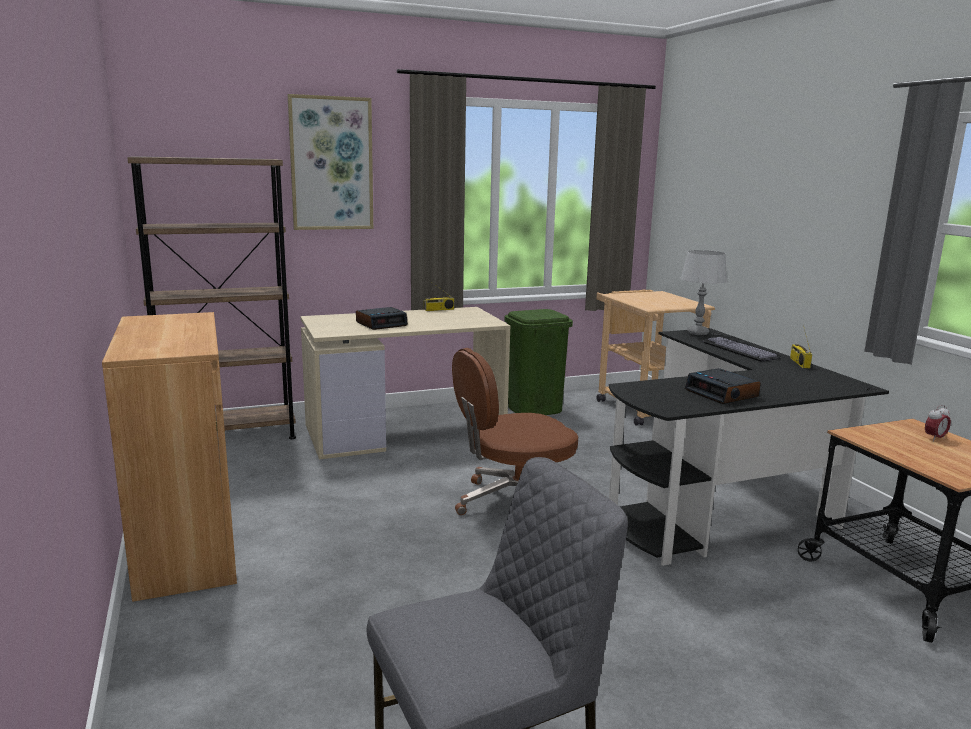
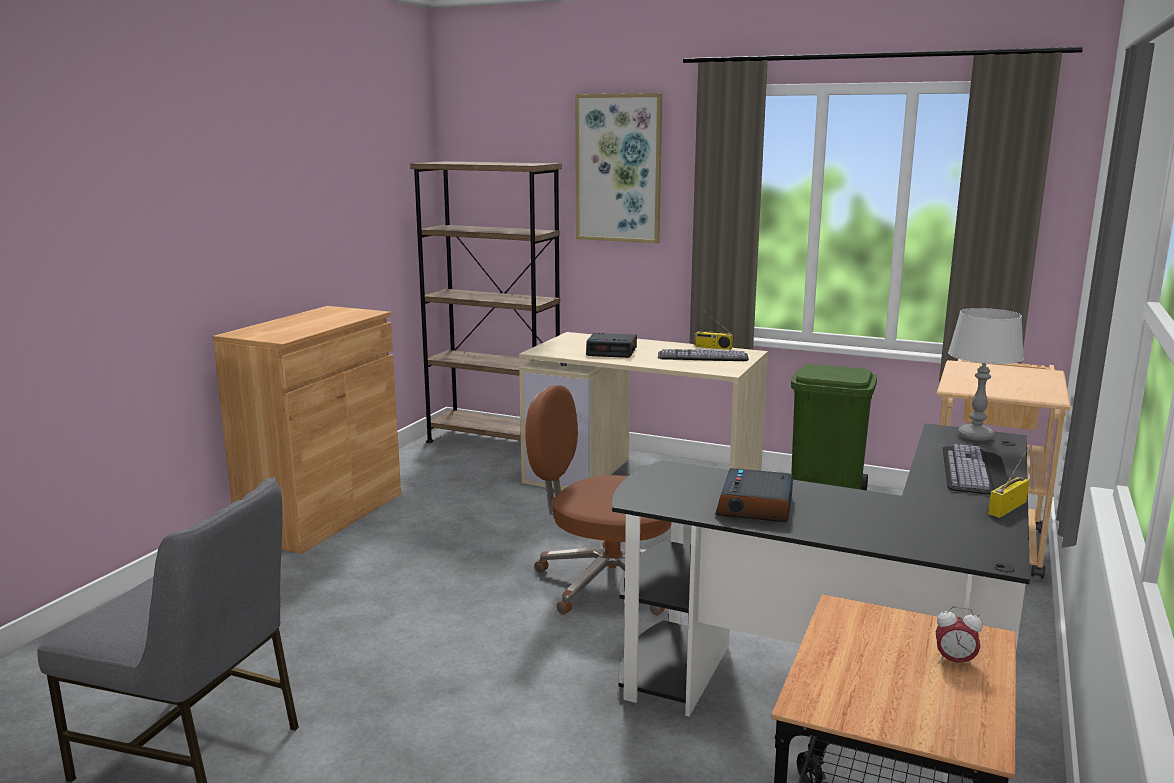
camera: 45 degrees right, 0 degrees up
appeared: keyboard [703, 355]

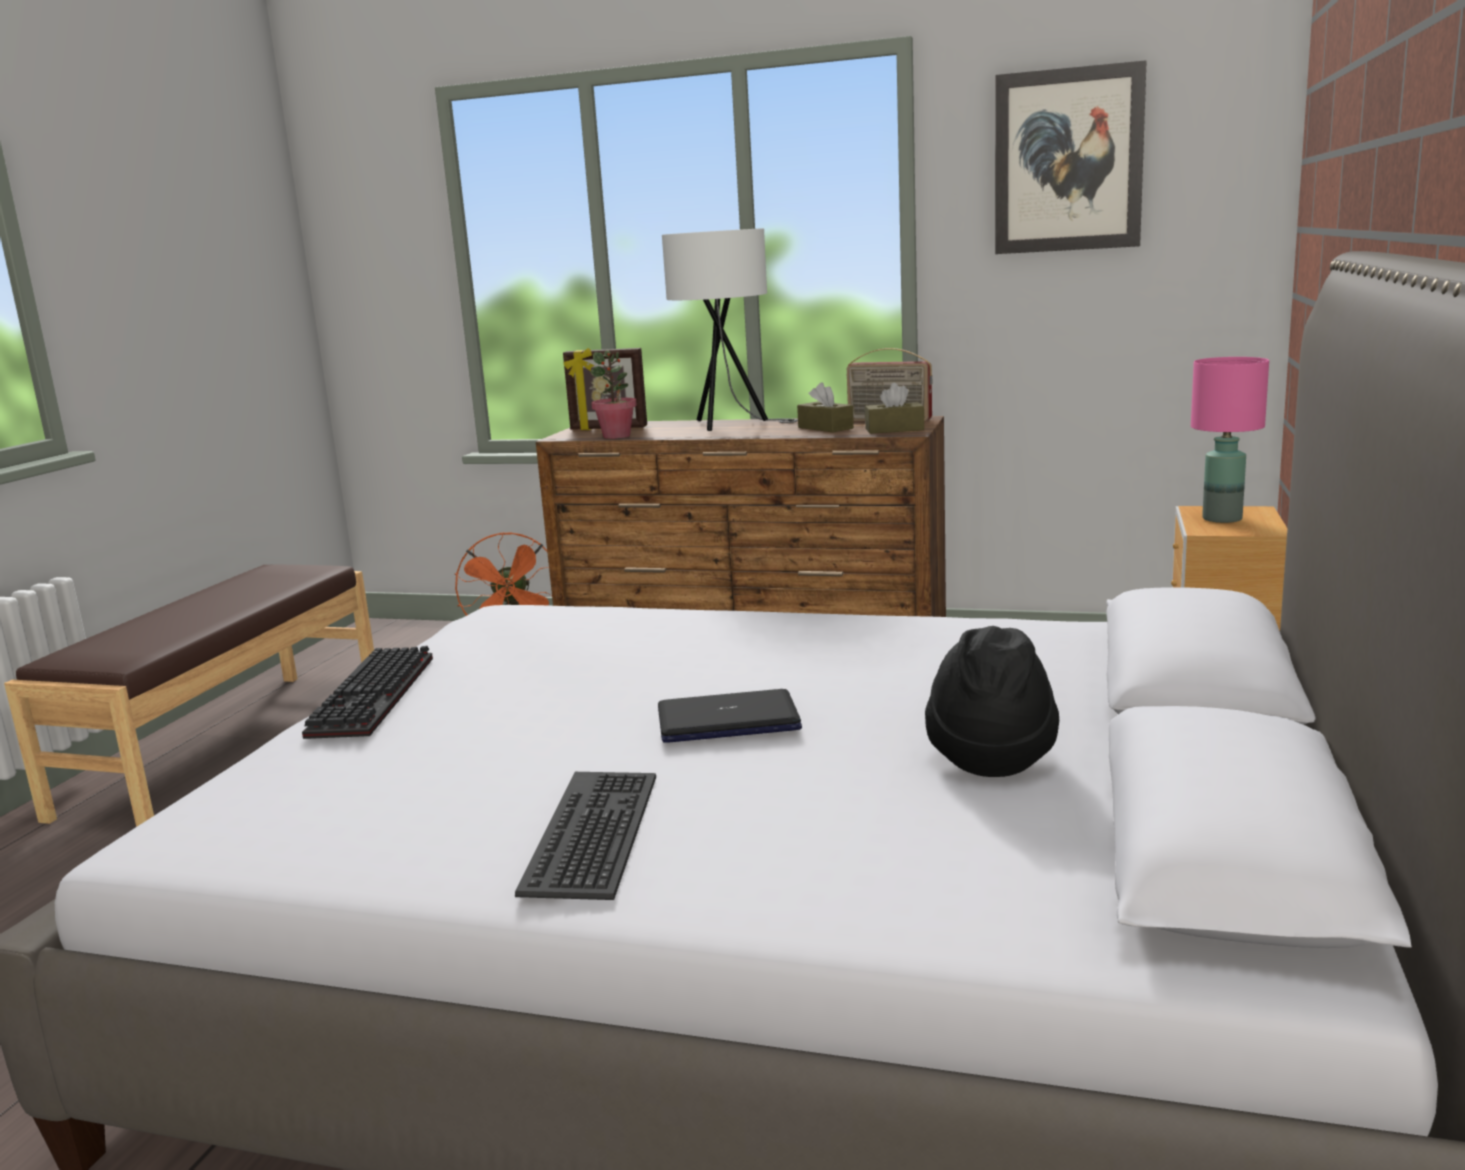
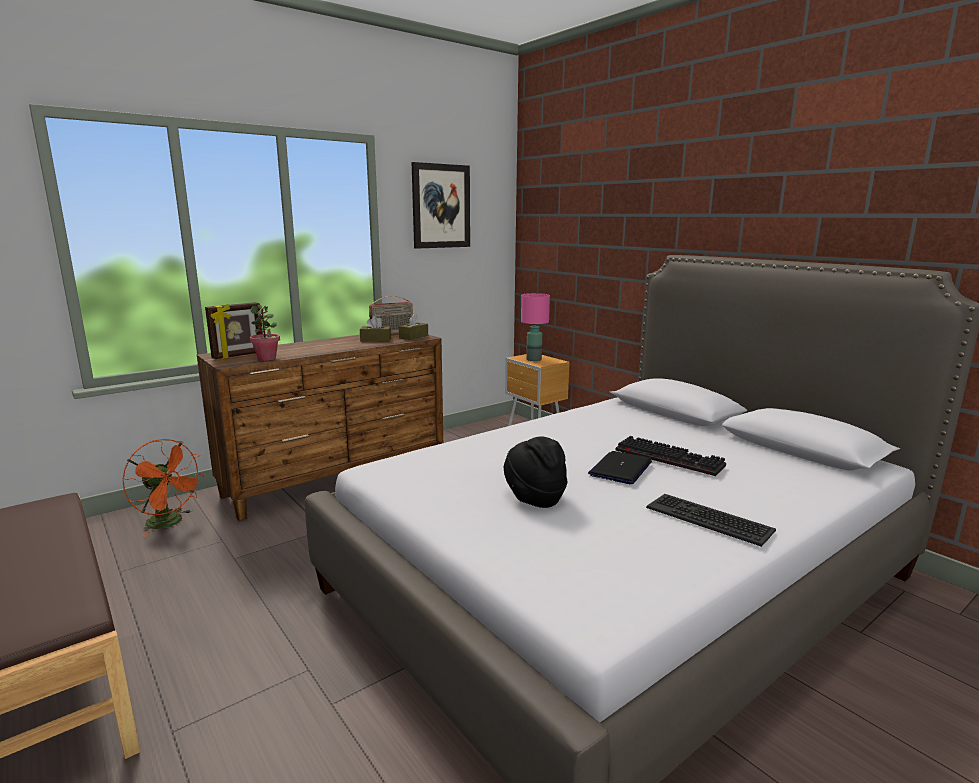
camera: 55 degrees left, 0 degrees up
missing: table lamp (white) [730, 329]
relocated: keyboard [367, 692] to [670, 456]; hat (black) [992, 701] to [535, 472]

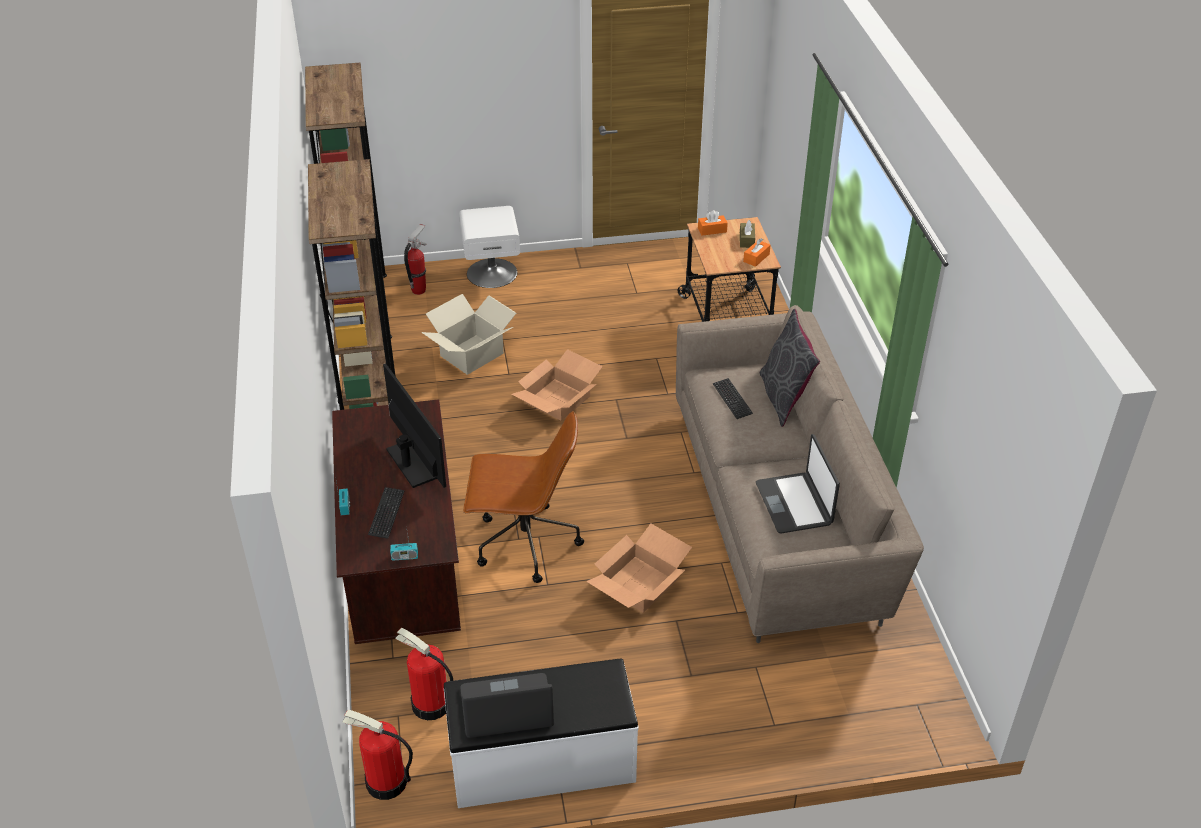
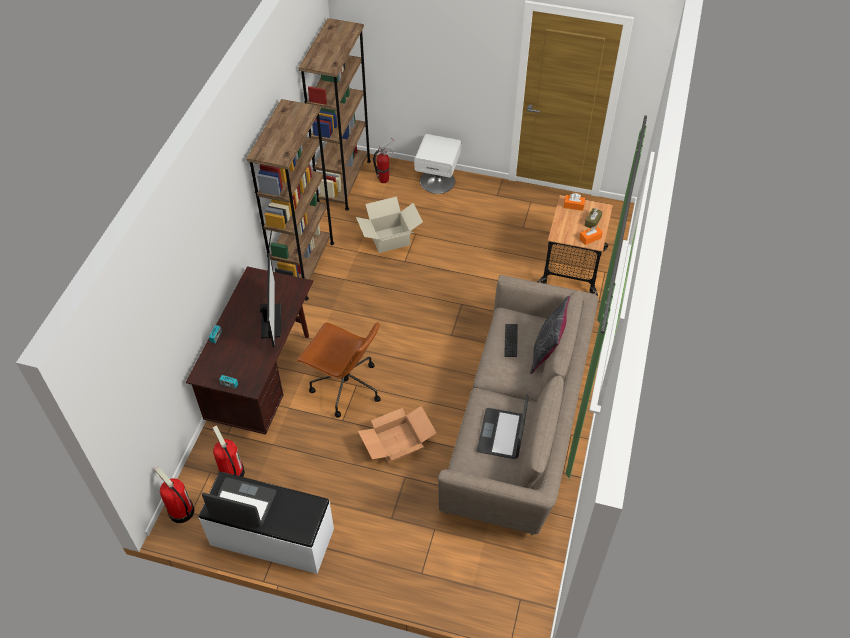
camera: 25 degrees right, 10 degrees up
missing: keyboard [386, 512]; cardboard box [557, 385]

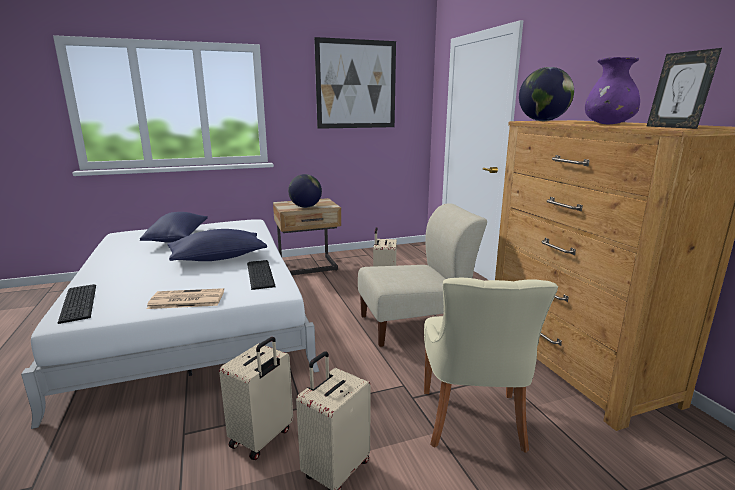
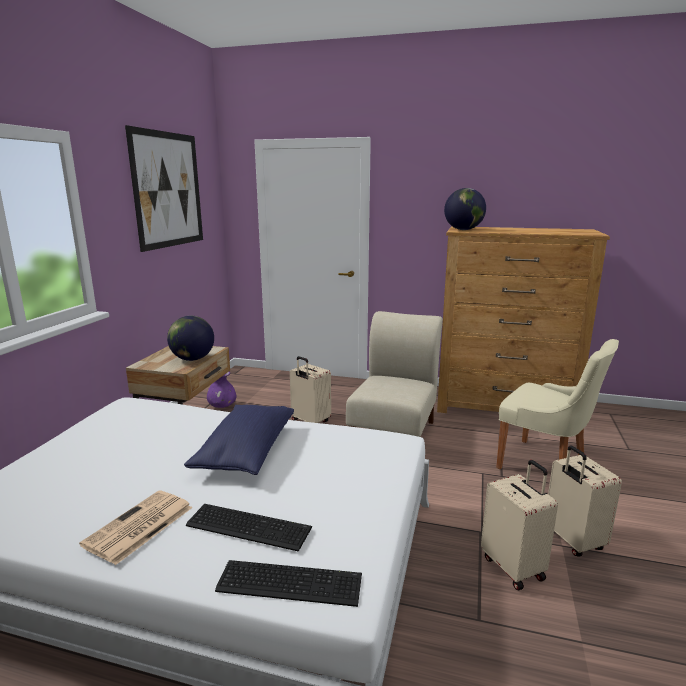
camera: 55 degrees left, 0 degrees up
missing: pillow (blue) [174, 227]; picture frame [684, 88]
relocated: newspaper [185, 298] to [136, 528]; keyboard [261, 275] to [249, 528]; vase (purple) [612, 90] to [221, 390]

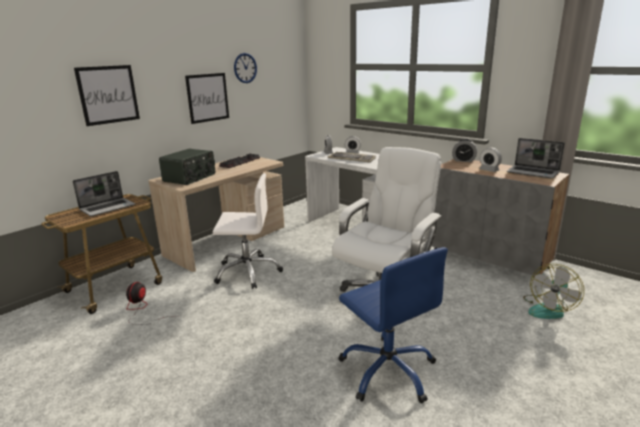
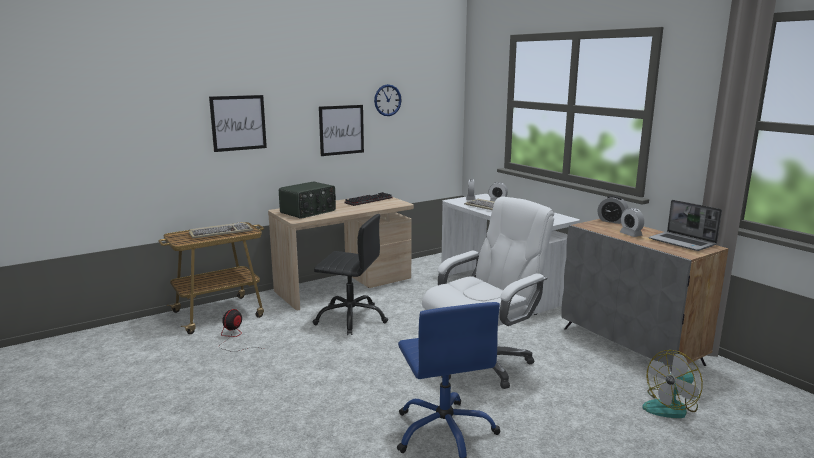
camera: 15 degrees right, 5 degrees down
exchanged: laptop [104, 193] to keyboard [221, 230]
colour: office chair (white) [248, 231] to office chair (black) [350, 274]

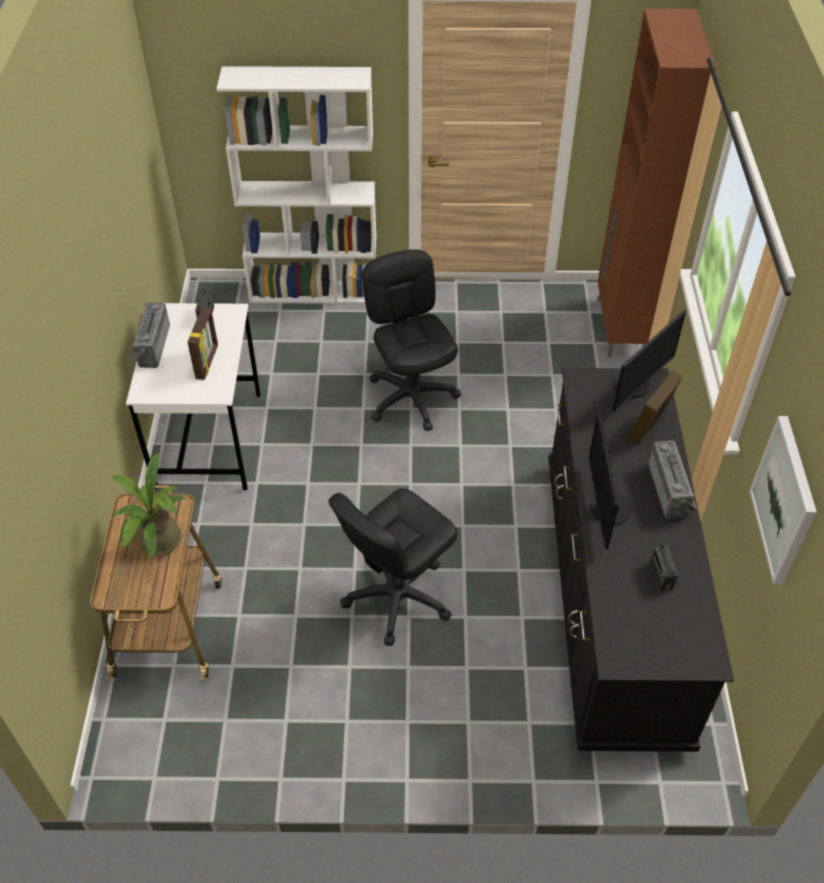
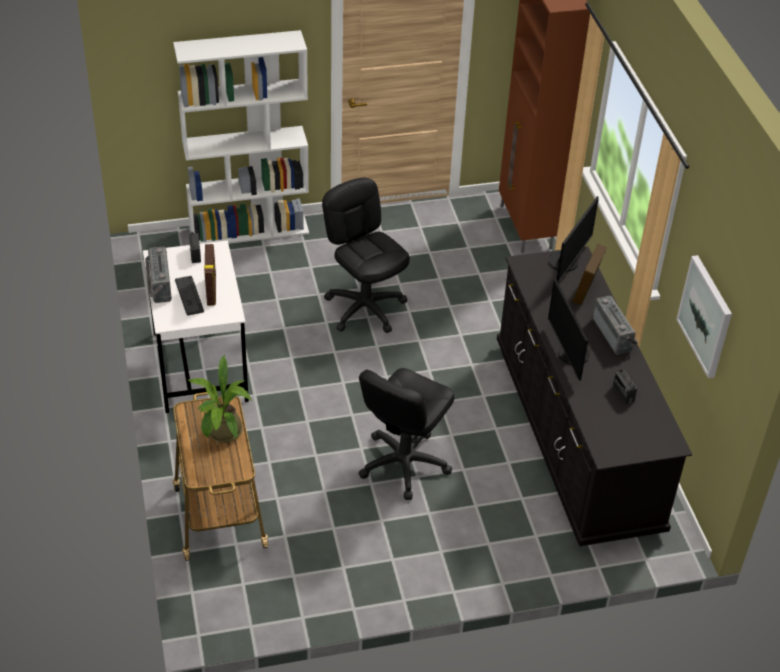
camera: 15 degrees left, 5 degrees down
appeared: keyboard [189, 296]

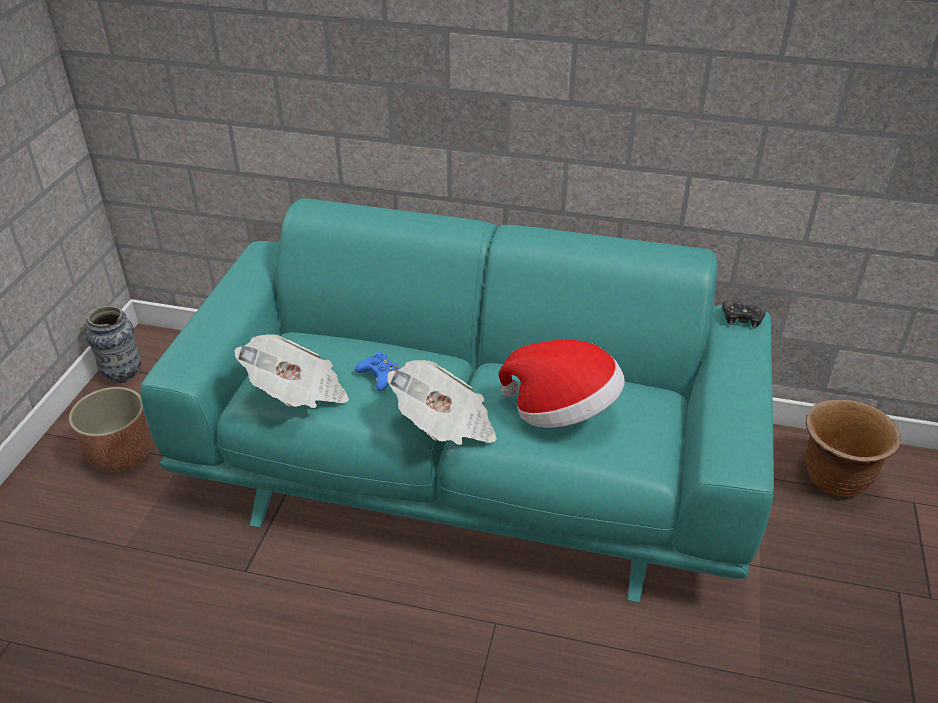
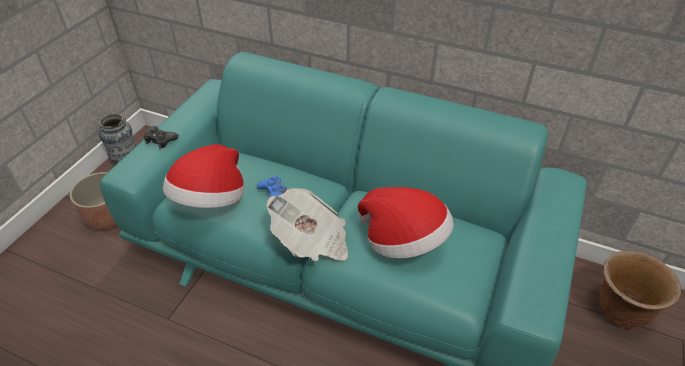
camera: 10 degrees right, 5 degrees up
relocated: game controller (black) [744, 315] to [161, 137]
exchanged: newspaper [291, 371] to hat [203, 176]

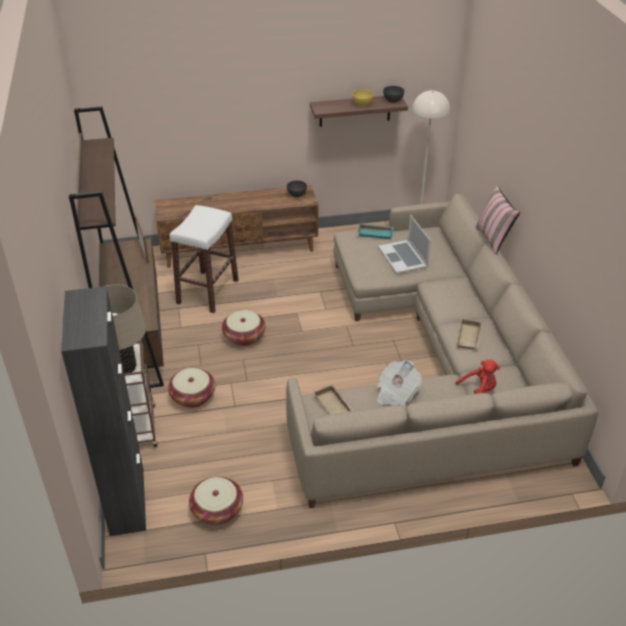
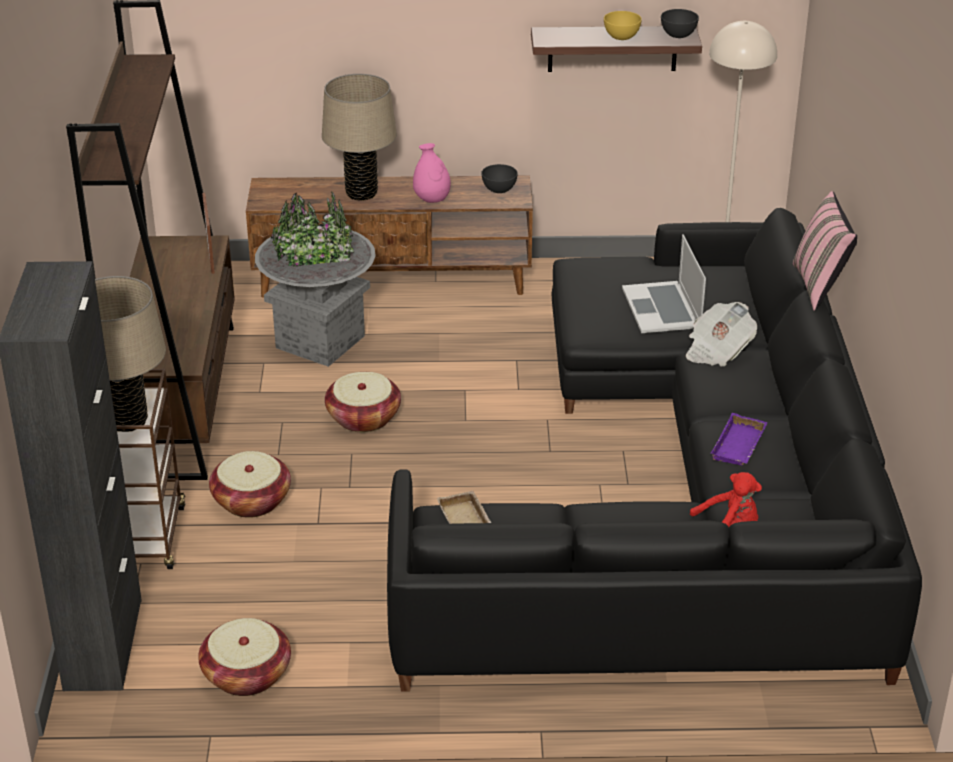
camera: 10 degrees right, 5 degrees down
missing: tray (turquoise) [375, 231]
appeared: table lamp (beige) [359, 137]; vase (pink) [432, 173]
relocated: newspaper [399, 383] to [721, 334]
exchanged: stool (white) [204, 259] to planter (grey) [315, 279]
colour: sofa (beige) [442, 351] to sofa (black) [654, 450]; tray (beige) [469, 334] to tray (purple) [739, 439]

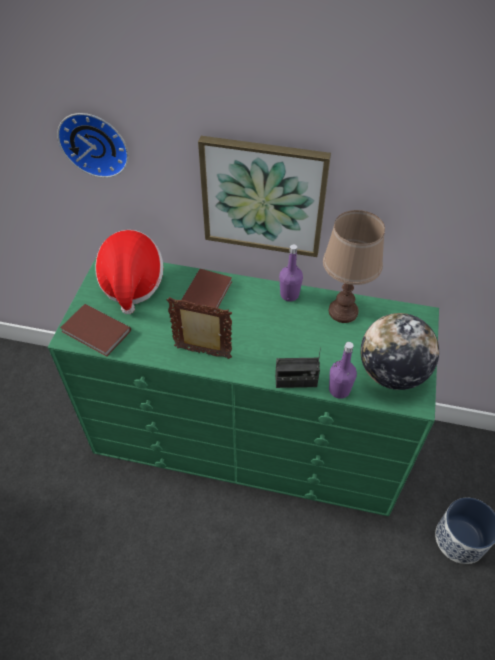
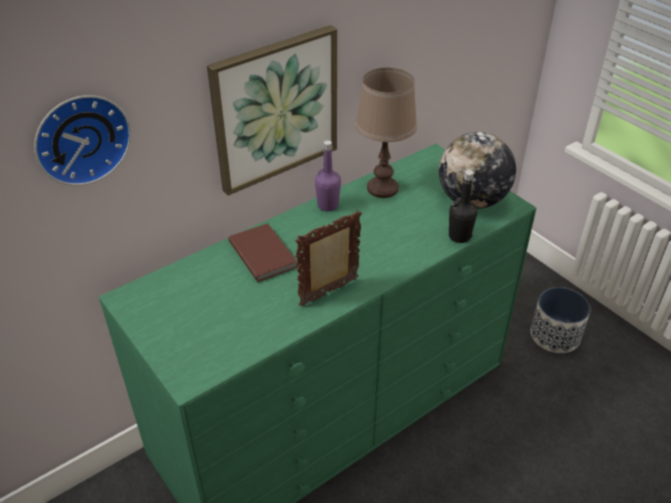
camera: 50 degrees left, 10 degrees down
missing: book (brown) [95, 330]; hat [129, 272]; radio [298, 368]
colour: bottle (purple) [343, 370] to bottle (black) [463, 206]

